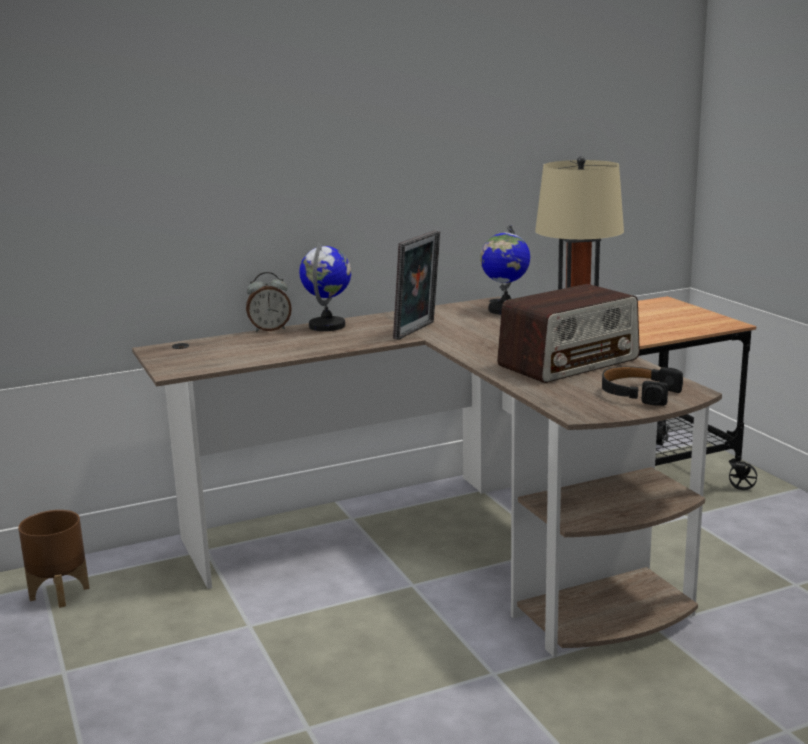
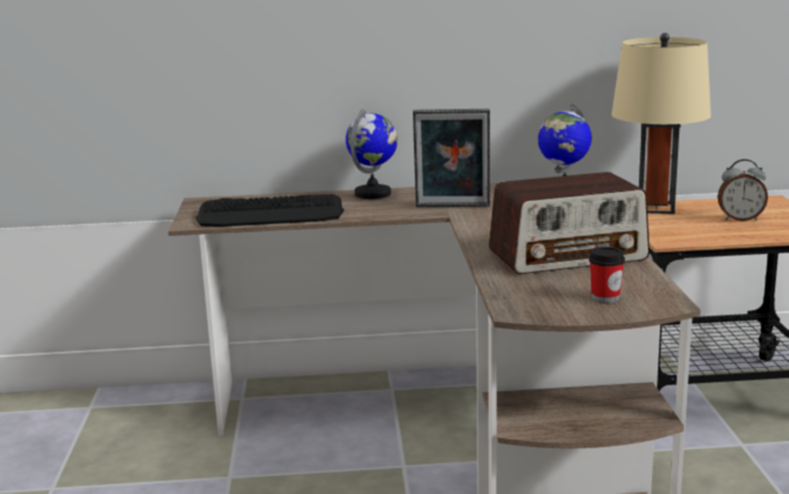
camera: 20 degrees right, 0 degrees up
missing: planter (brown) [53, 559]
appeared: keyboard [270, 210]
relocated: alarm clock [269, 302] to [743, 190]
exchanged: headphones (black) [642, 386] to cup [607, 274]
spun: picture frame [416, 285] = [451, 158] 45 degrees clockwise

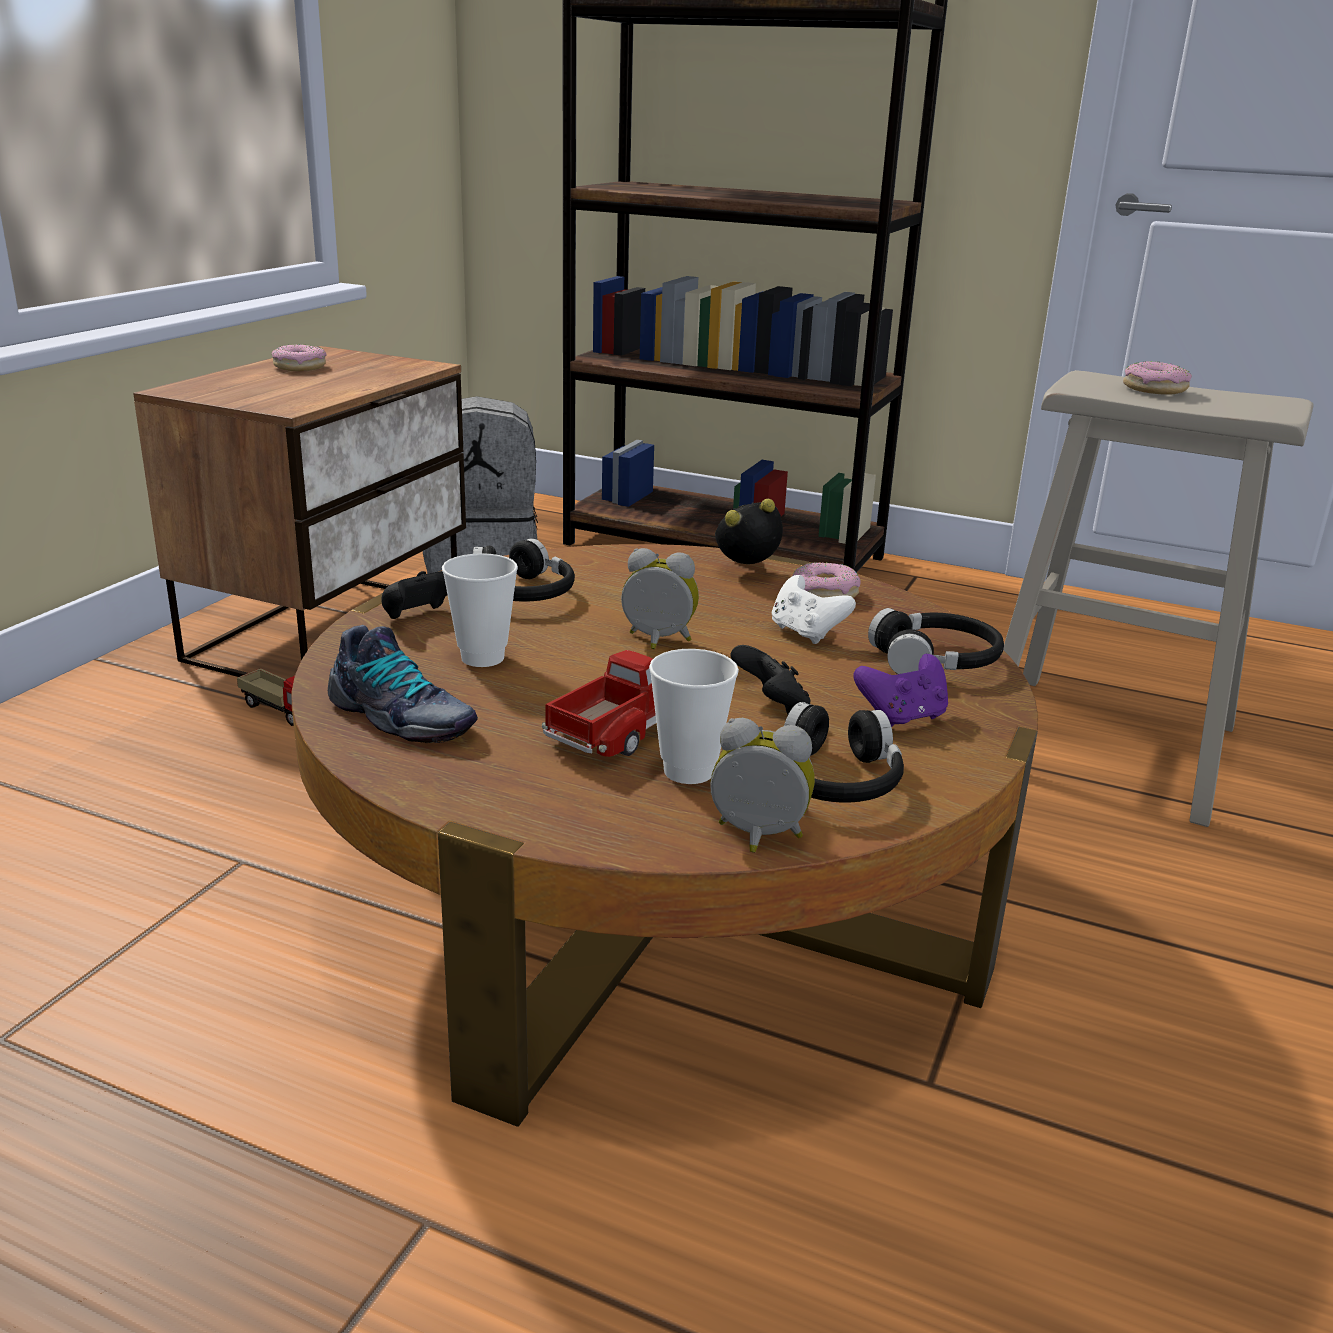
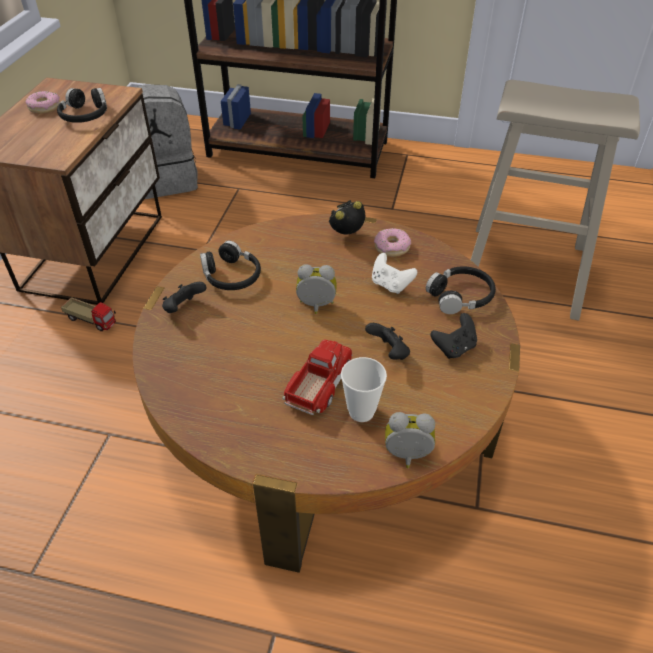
camera: 10 degrees left, 20 degrees up
missing: shoe [403, 684]; cup [480, 610]; donut [1157, 378]
relocated: headphones (black) [844, 752] to [82, 105]
colour: game controller (purple) [900, 690] to game controller (black) [453, 336]

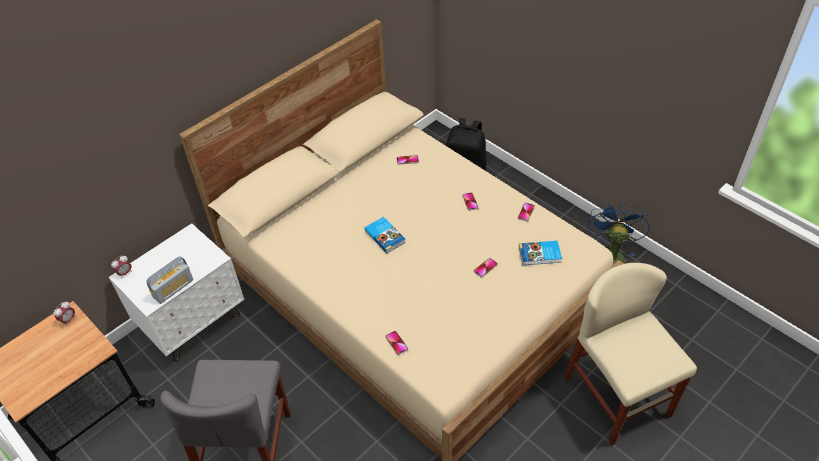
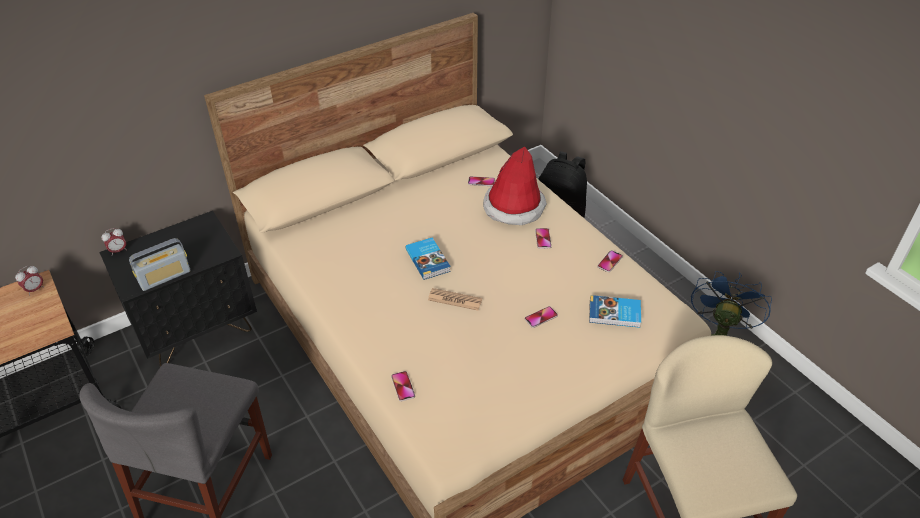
camera: 10 degrees right, 5 degrees down
appeared: newspaper [455, 299]; hat [515, 185]
colour: nightstand (white) [176, 292] to nightstand (black) [178, 289]

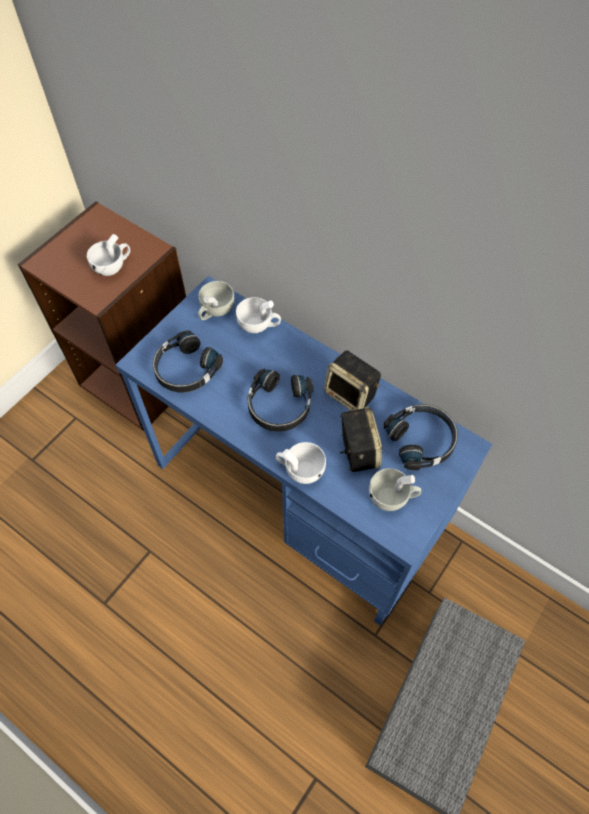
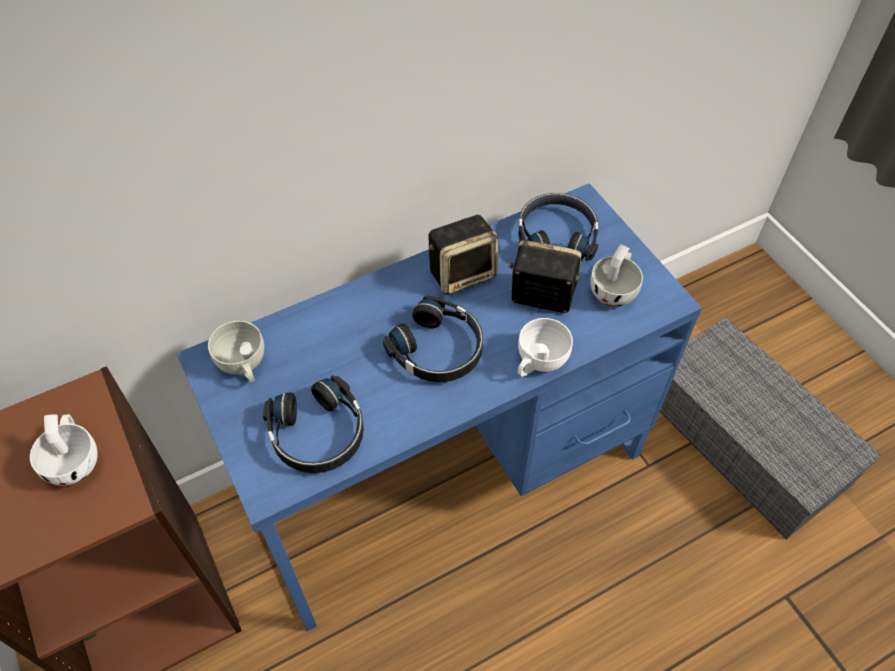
camera: 65 degrees left, 5 degrees down
missing: cup (white) [258, 315]

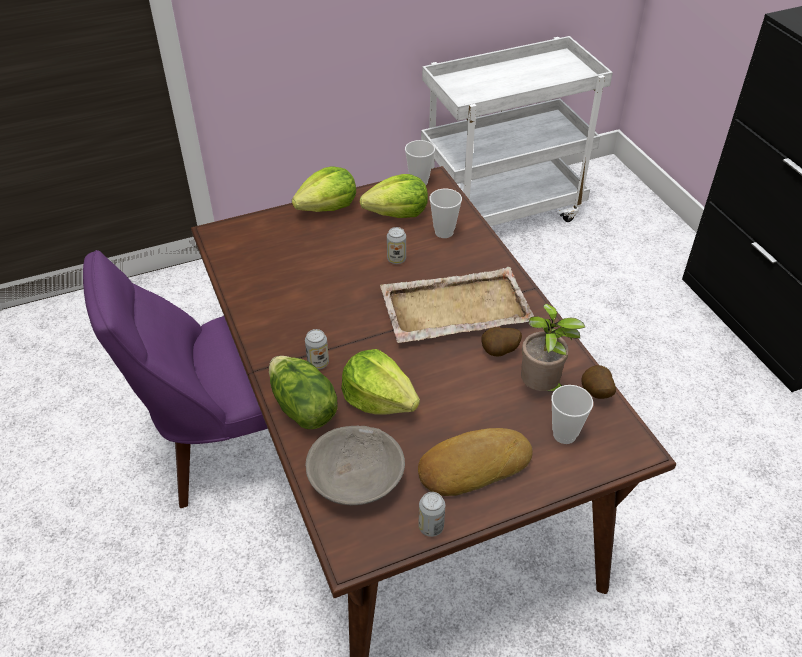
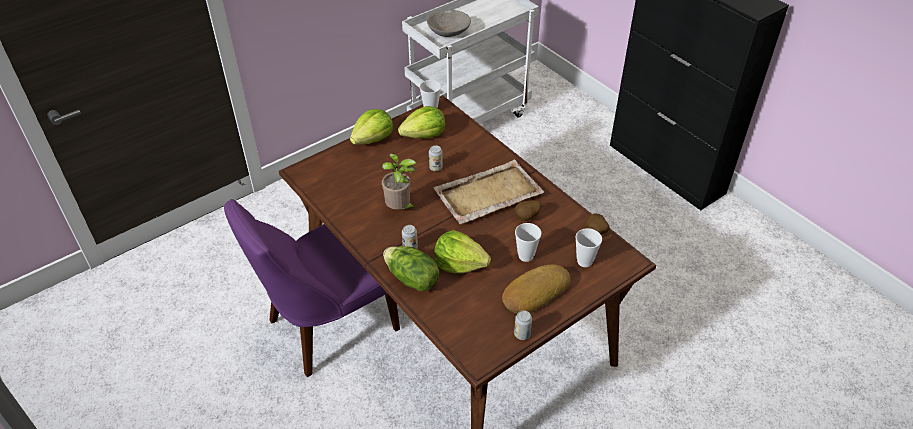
camera: 15 degrees left, 0 degrees up
relocated: bowl (grey) [355, 465] to [449, 23]; cup [446, 213] to [528, 242]; potted plant [553, 347] to [399, 181]

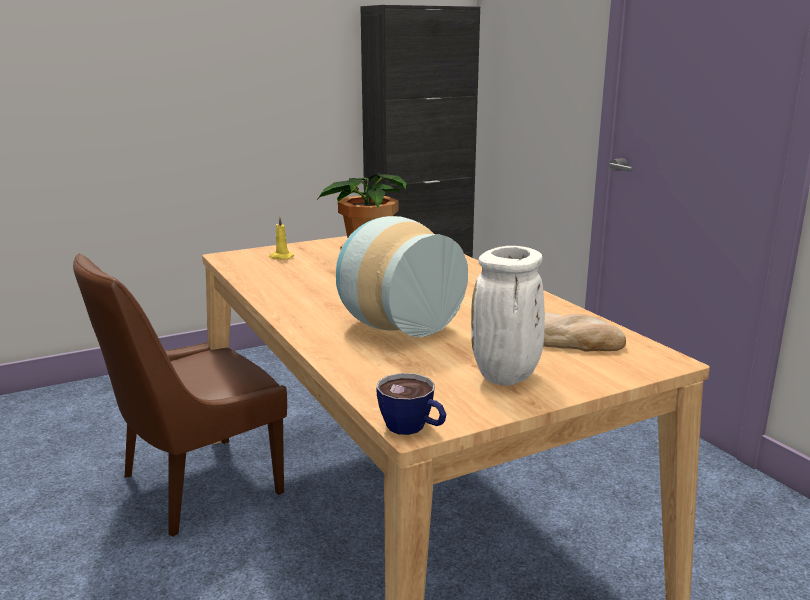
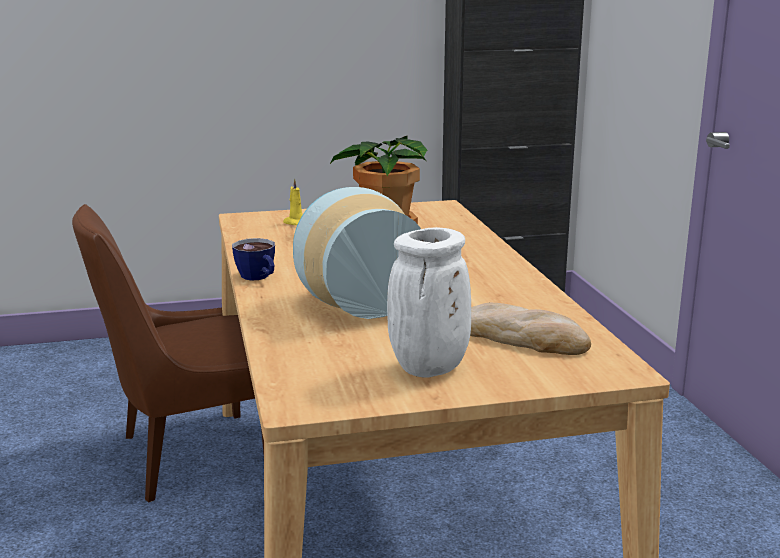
camera: 15 degrees right, 0 degrees up
relocated: cup [411, 404] to [253, 259]

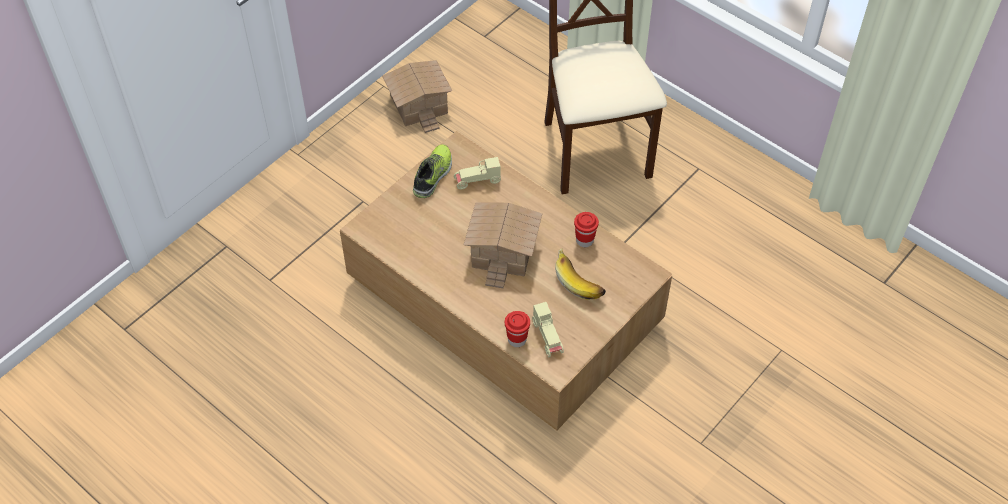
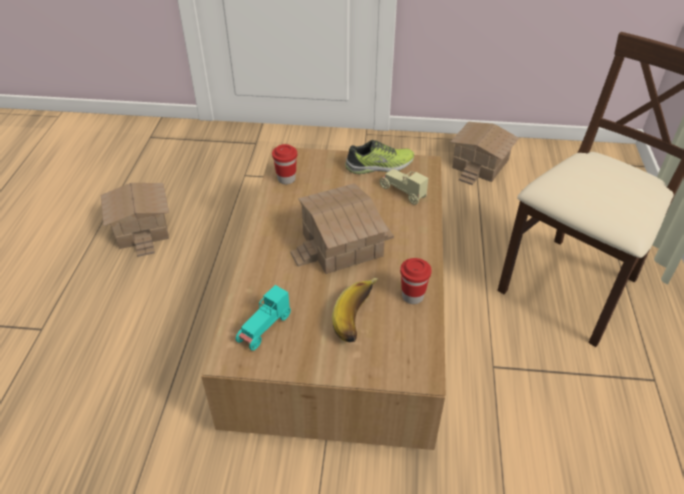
camera: 55 degrees right, 10 degrees down
appeared: toy house [135, 220]
relocated: cup (red) [517, 329] to [284, 164]
colour: toy car (beige) [548, 329] to toy car (turquoise) [263, 318]

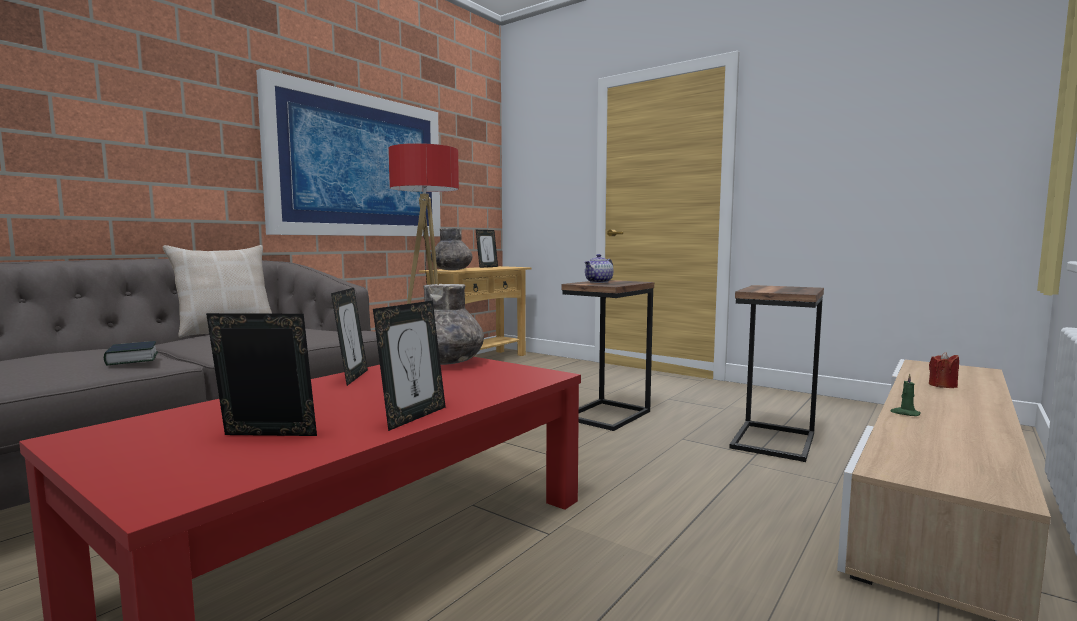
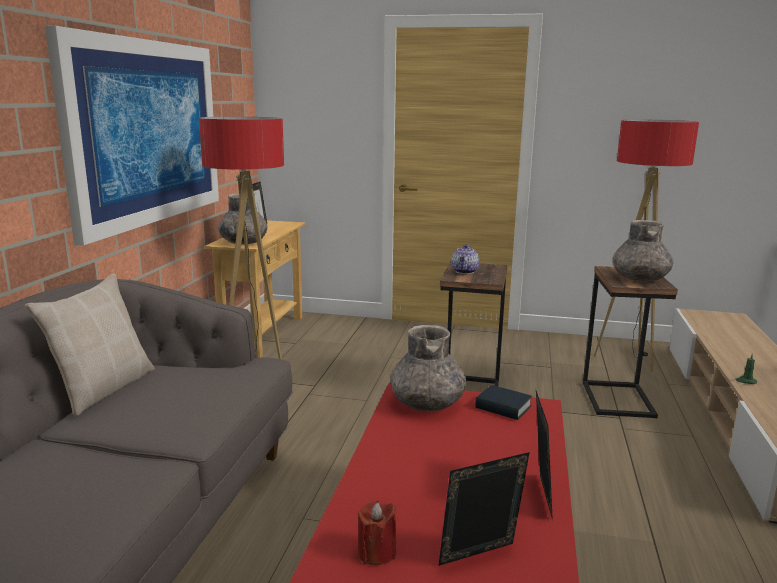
camera: 25 degrees left, 10 degrees up
missing: picture frame [349, 337]
appeared: floor lamp [646, 245]; vase (grey) [643, 251]
relocated: book [131, 353] to [503, 402]; candle (red) [944, 370] to [377, 533]

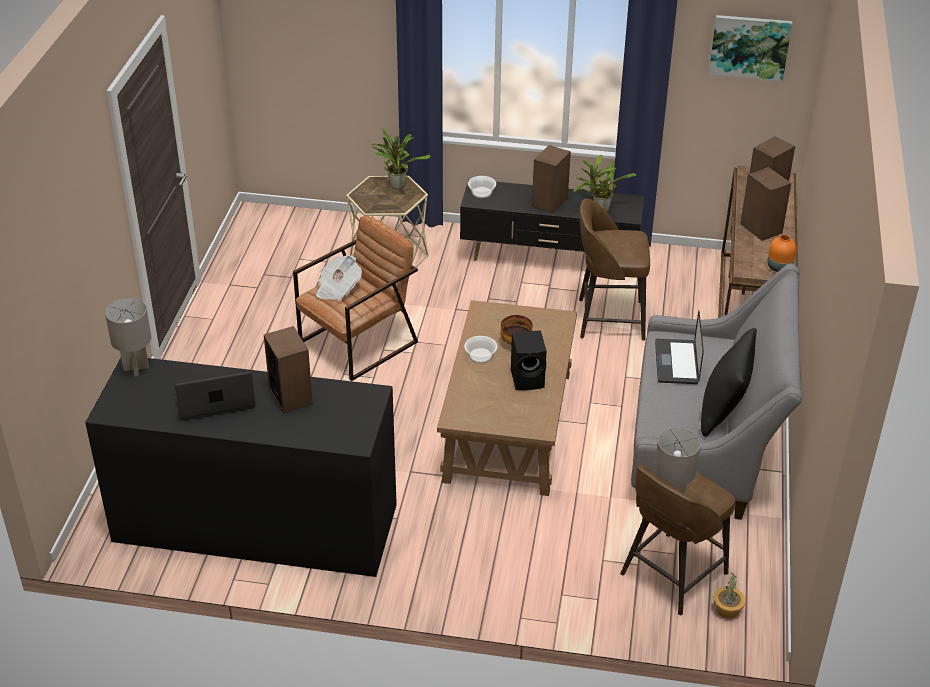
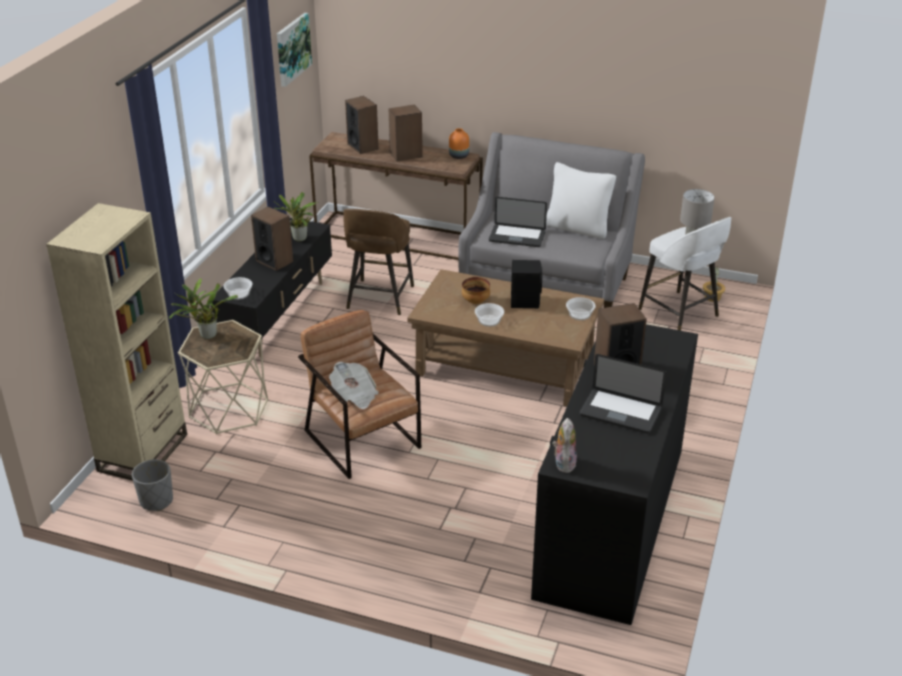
camera: 80 degrees left, 5 degrees down
appeared: bookcase (beige) [116, 341]; planter (grey) [152, 485]; bowl [581, 308]
exchanged: table lamp (grey) [128, 337] to plush toy [565, 445]
colour: stool (brown) [677, 540] to stool (white) [684, 274]; pillow (black) [729, 382] to pillow (white) [581, 200]
spun: laptop [215, 396] = [623, 394] 60 degrees counterclockwise

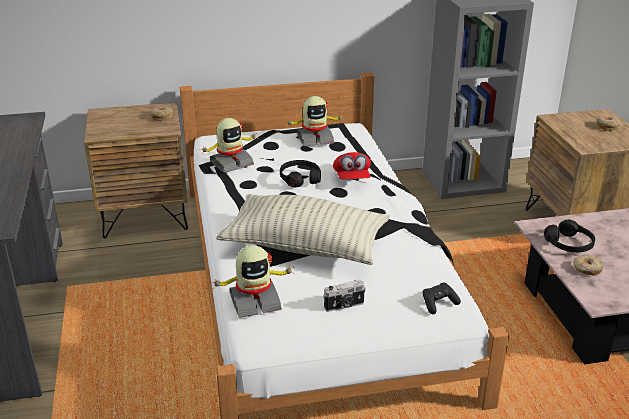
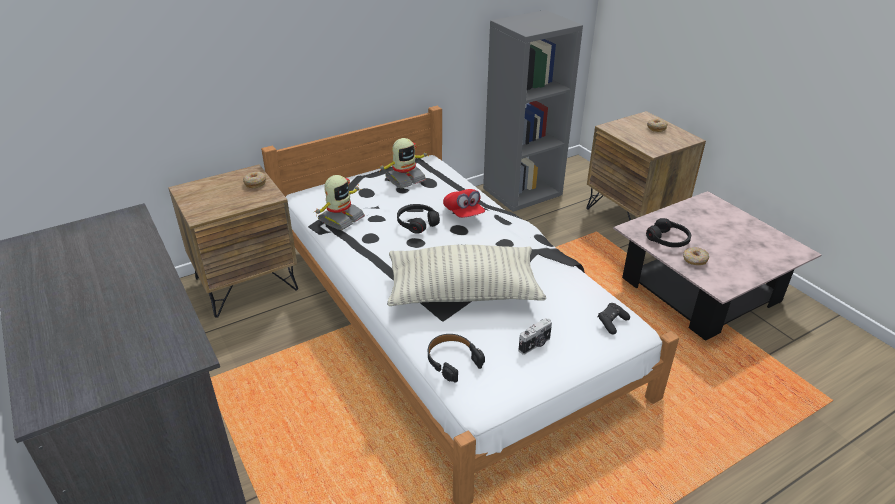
camera: 20 degrees left, 5 degrees up
exchanged: toy robot [252, 281] to headphones (black) [456, 358]

